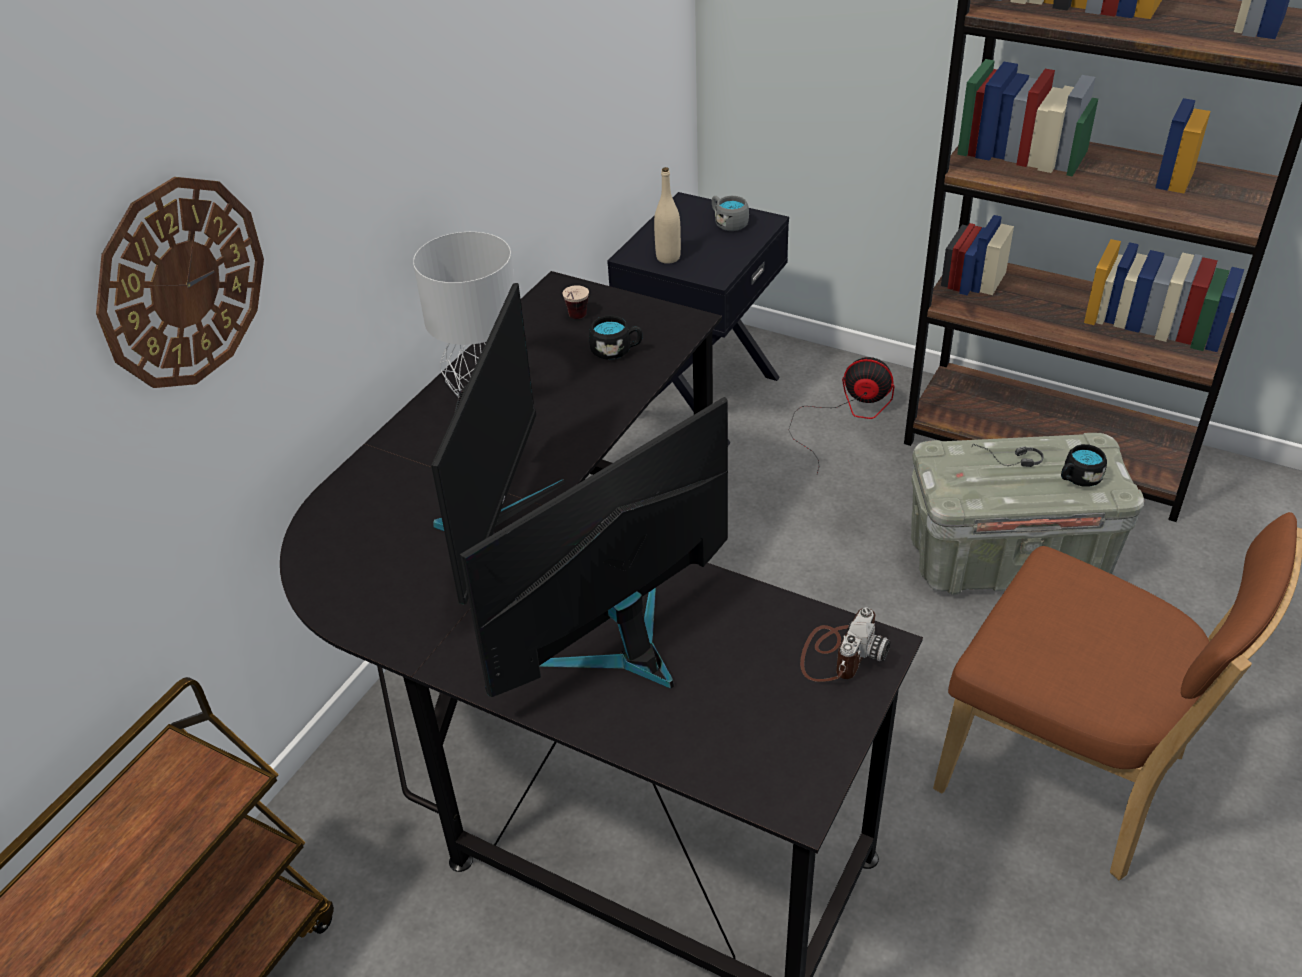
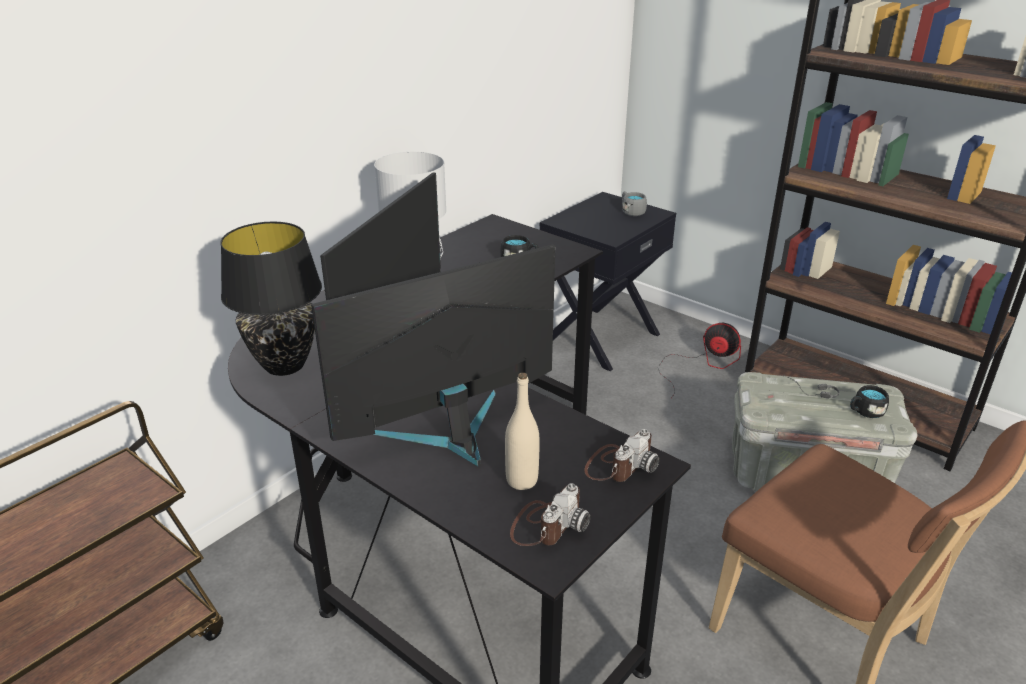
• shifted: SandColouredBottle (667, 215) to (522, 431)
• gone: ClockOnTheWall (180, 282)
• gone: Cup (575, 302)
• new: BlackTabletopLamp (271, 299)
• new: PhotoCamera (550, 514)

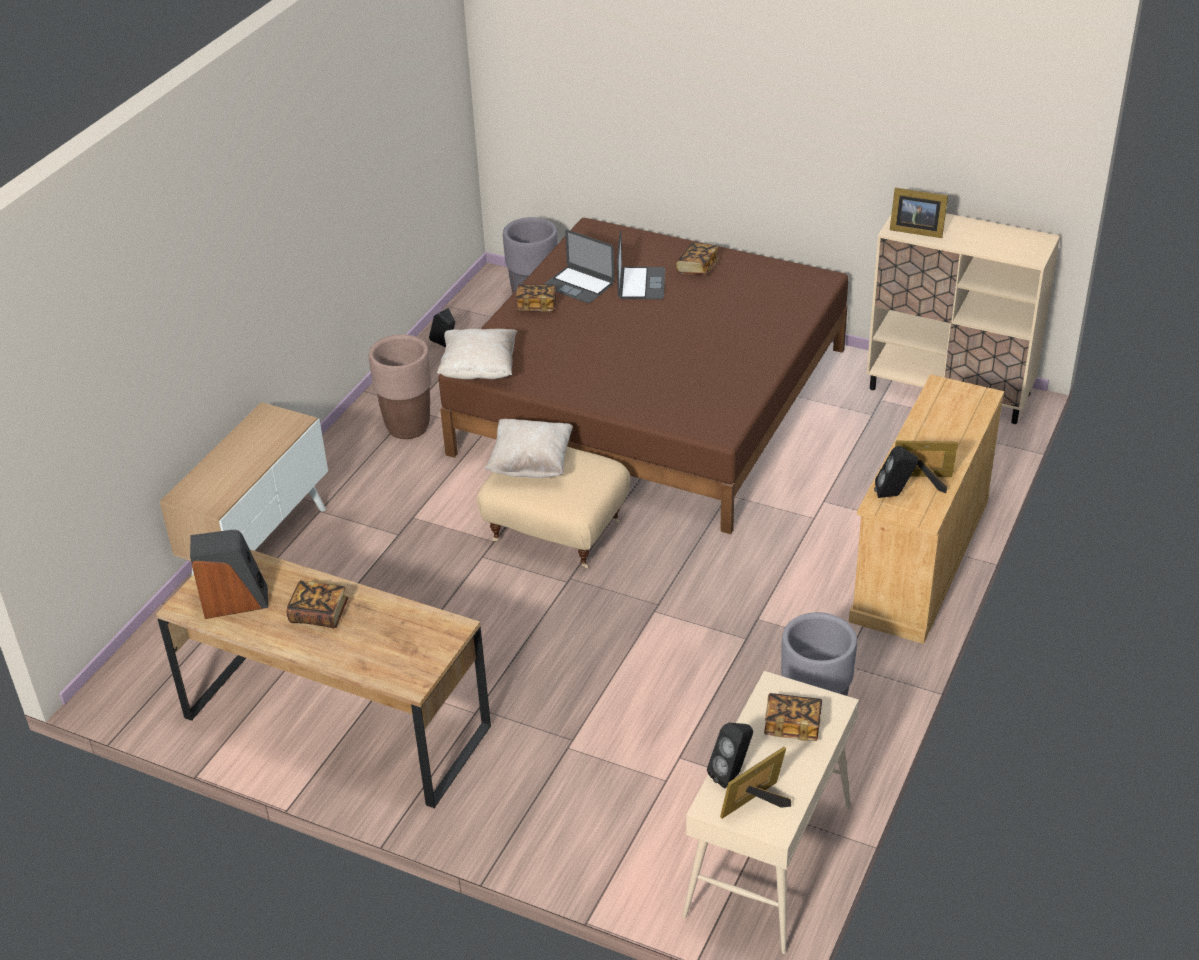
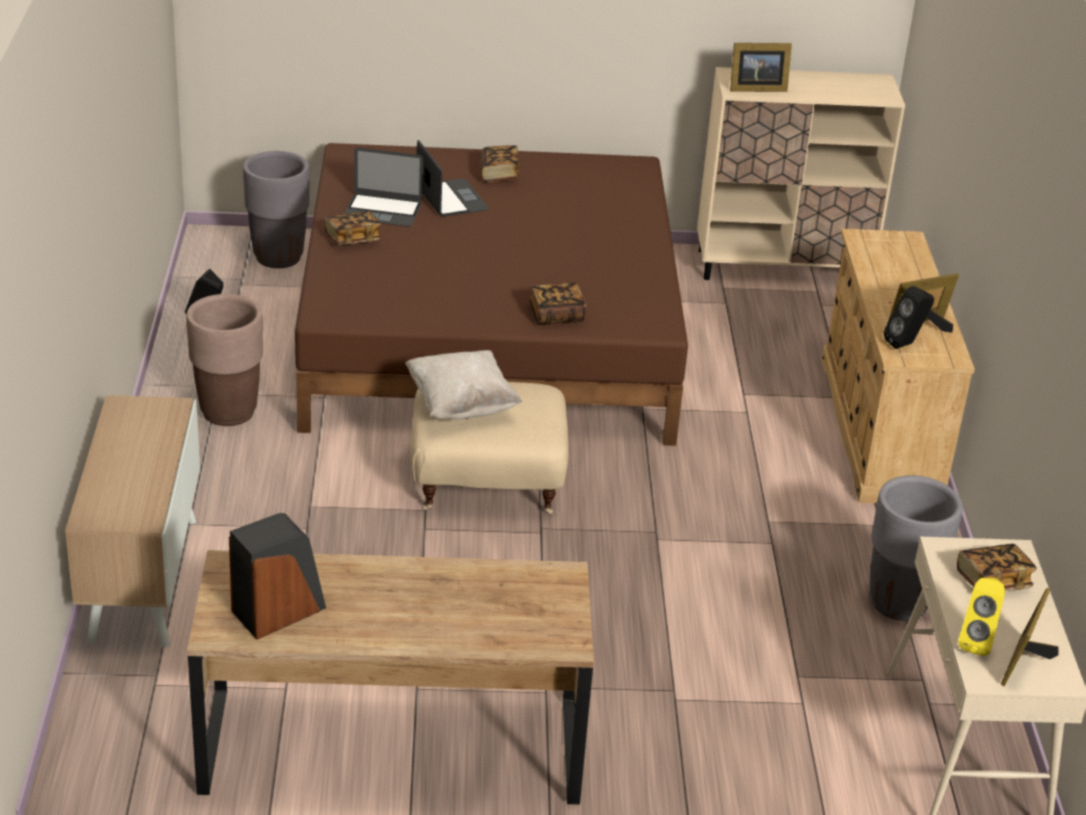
• gone: SandColouredCushion (477, 354)
• shifted: Volume (317, 604) to (557, 304)
• repainted: BlackAudioSpeaker (730, 755) to YellowColouredAudioSpeaker (981, 616)

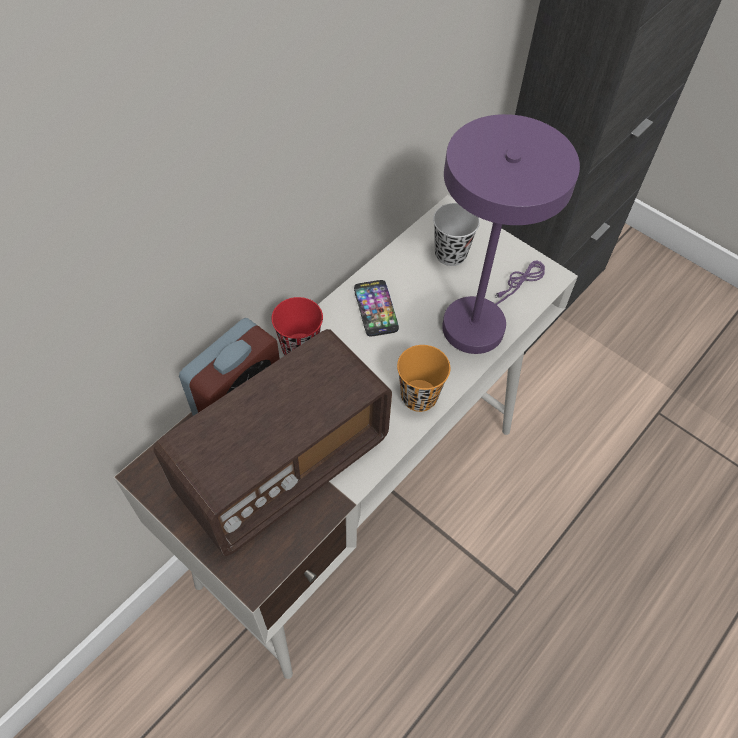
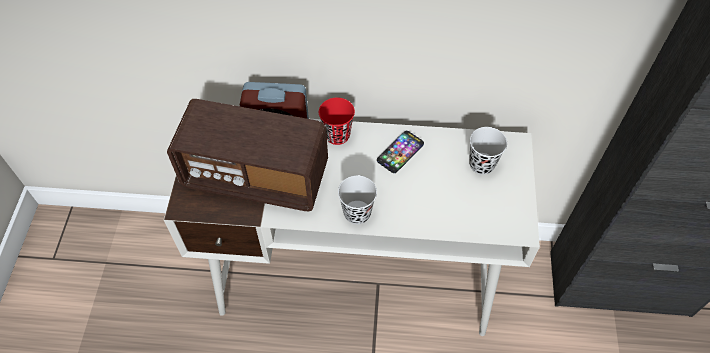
• gone: PurplishTabletopLamp (511, 234)
• repainted: OrangeyCup (423, 378) to BlackCup (357, 199)

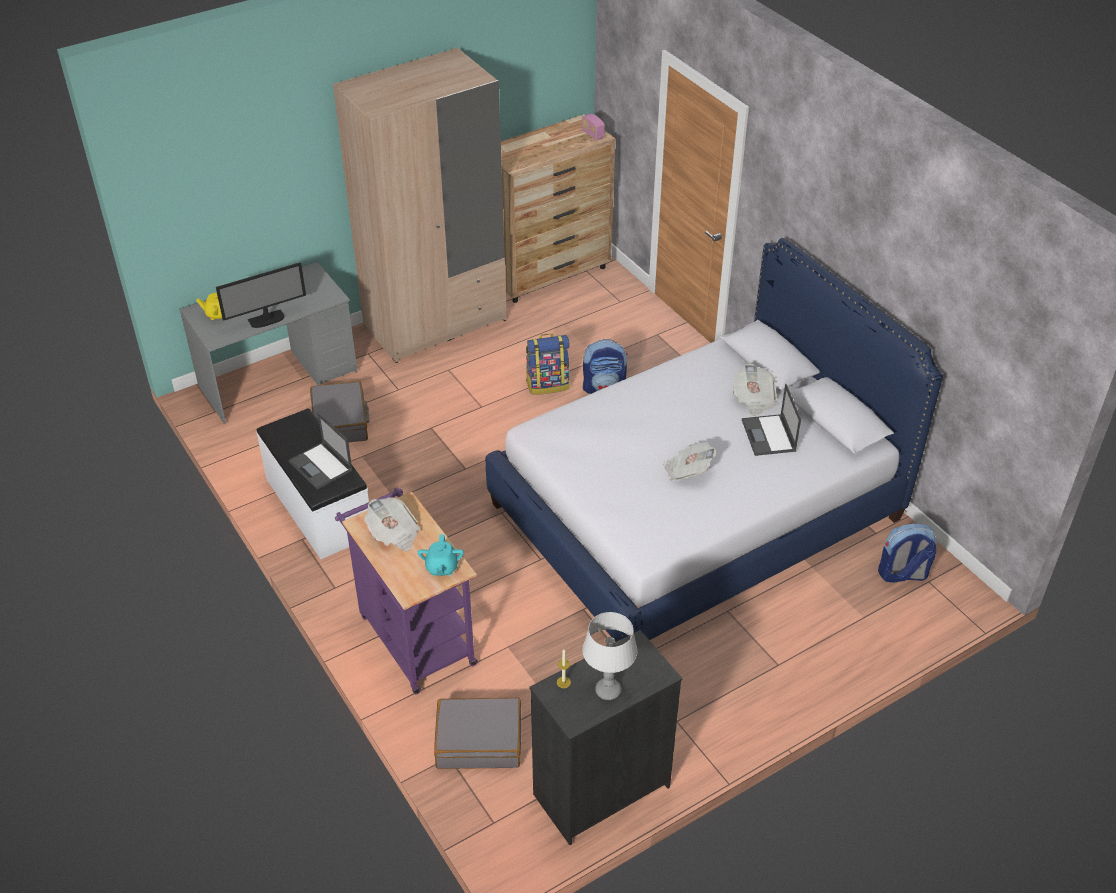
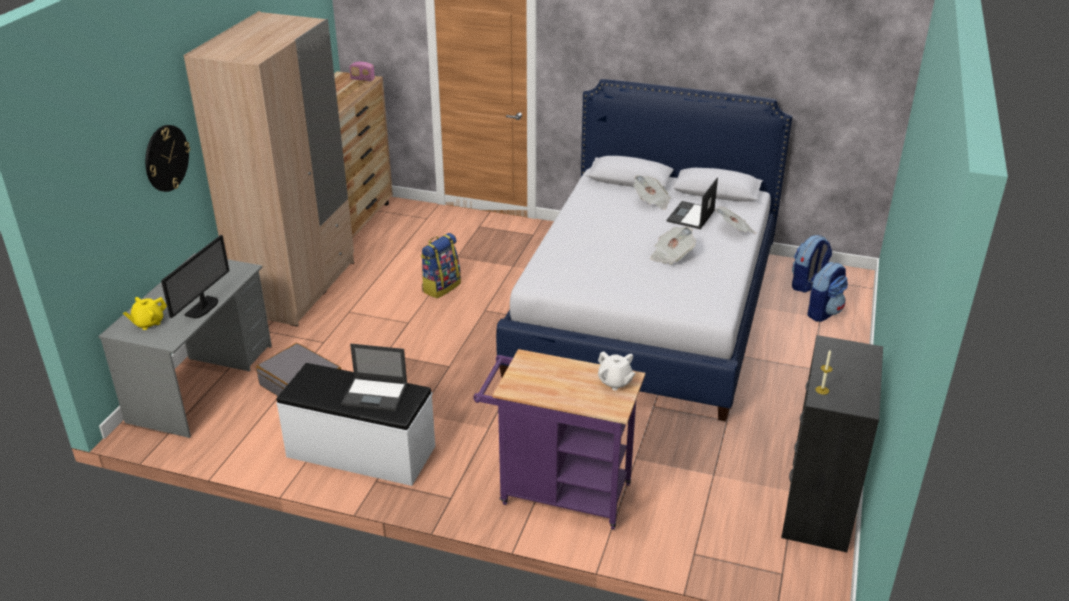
• shifted: Backpack (605, 366) to (827, 292)
• rotated: NotebookComputer (771, 420) = (692, 203) 75 degrees clockwise
• shifted: Newspaper (392, 524) to (735, 220)
• repainted: TurquoiseColouredTeaPot (441, 555) to WhitishTeaPot (616, 371)
• gone: GrayTabletopLamp (610, 656)
• gone: GraySuitcase (477, 733)
• new: ClockOnTheWall (167, 158)

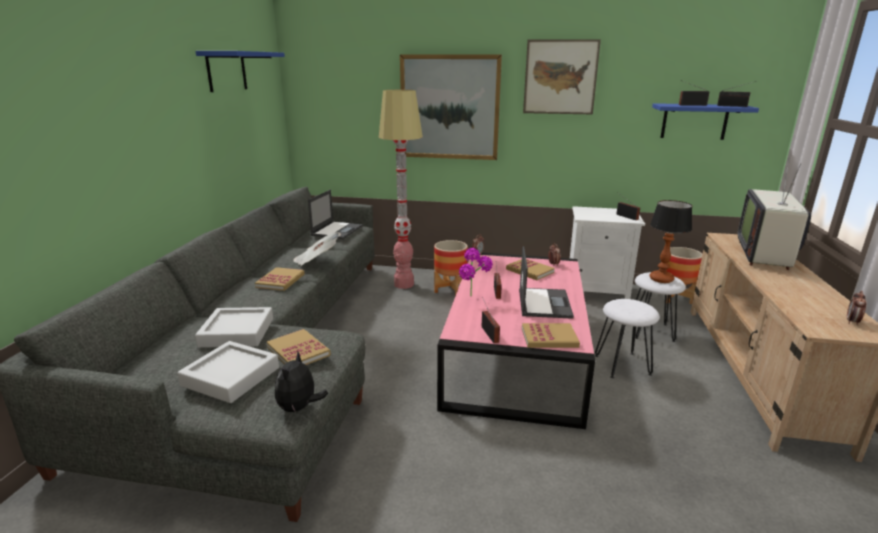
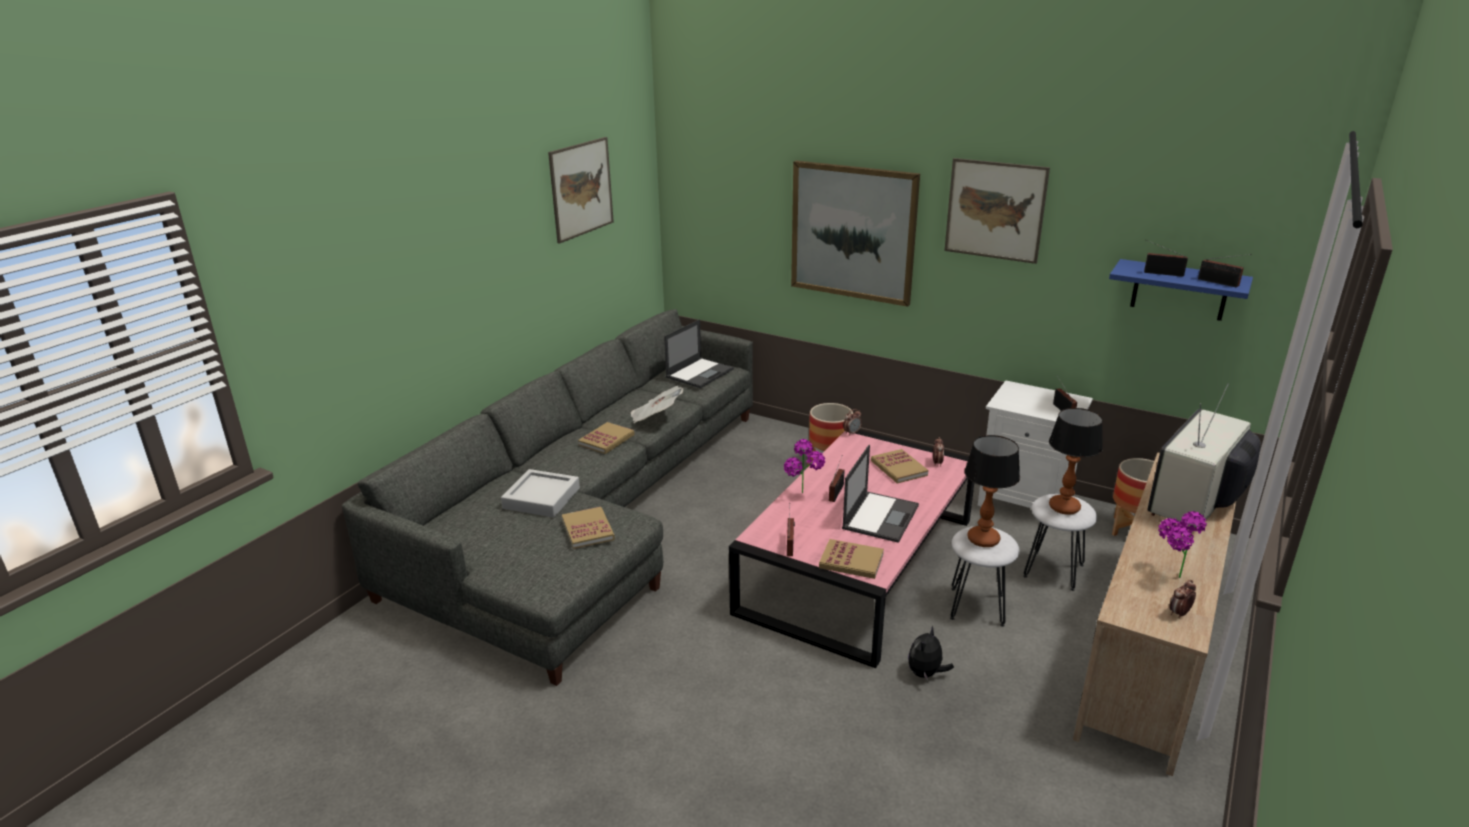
• swapped: BlueShelf (240, 71) to WallPicture (581, 190)
• gone: FloorLamp (401, 189)
• gone: GrayTray (228, 372)
• shifted: PlushToy (301, 382) to (931, 653)
• new: TabletopLamp (992, 491)
• new: PottedPlant (1182, 544)

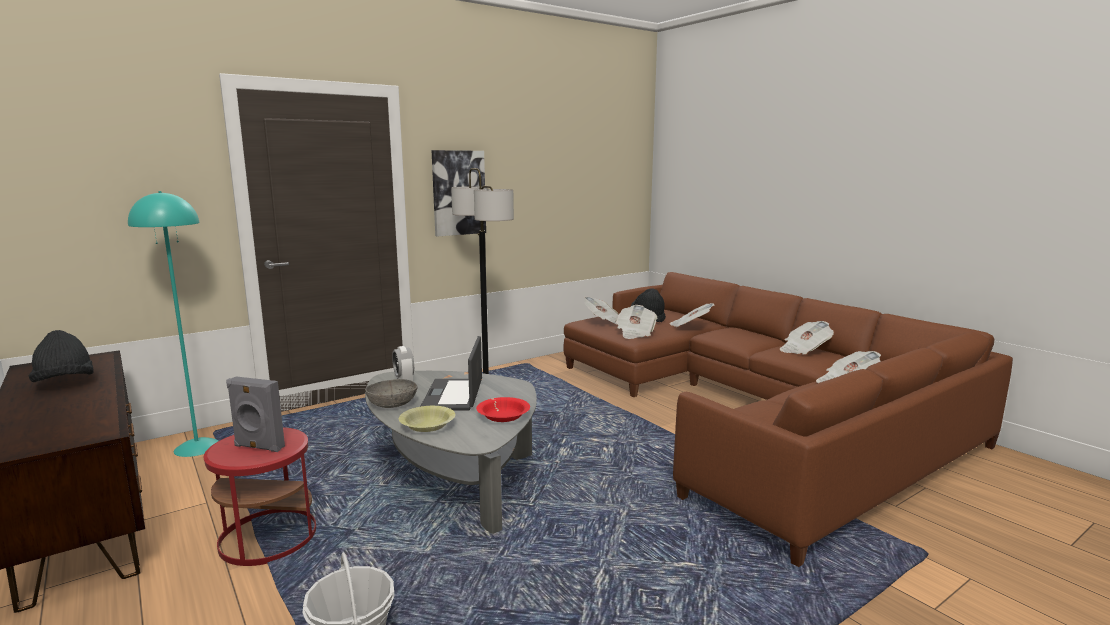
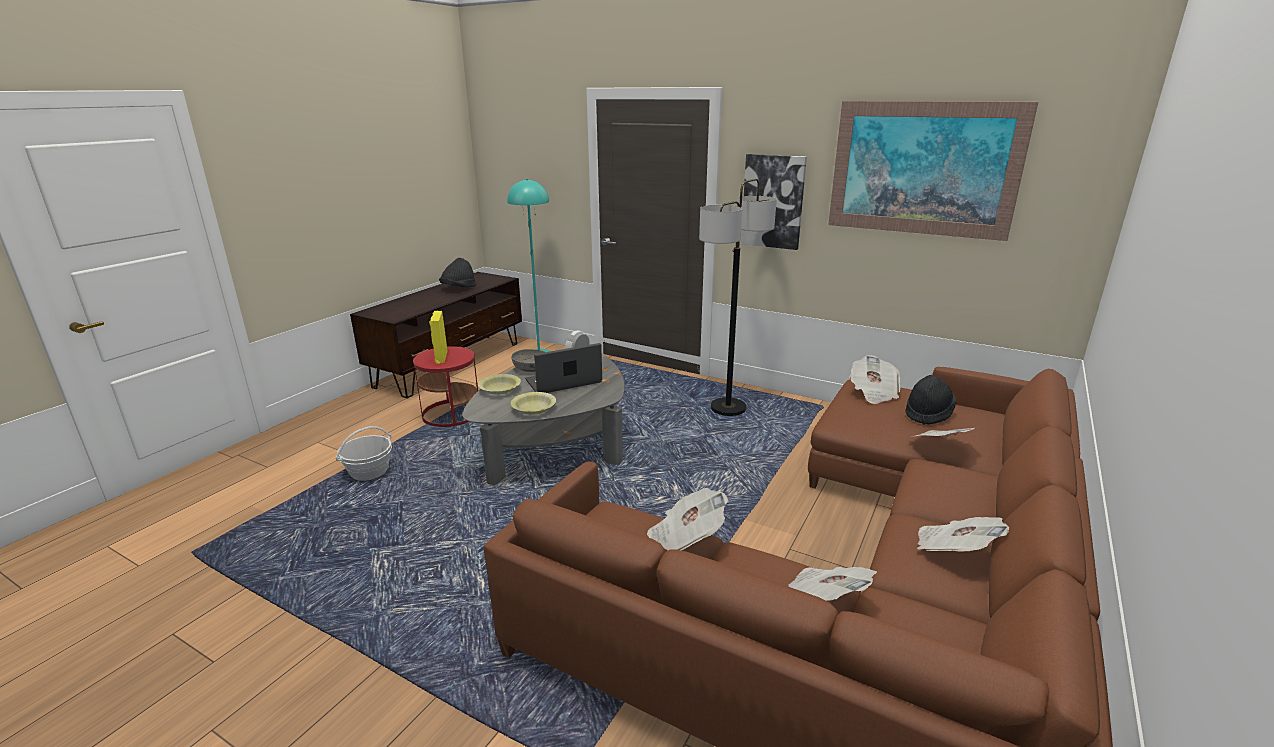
• shifted: Newspaper (636, 322) to (688, 519)
• repainted: GrayAudioSpeaker (255, 414) to YellowColouredAudioSpeaker (438, 337)
• repainted: RedColouredServingBowl (503, 409) to YellowColouredServingBowl (533, 403)
• new: WallPicture (933, 171)

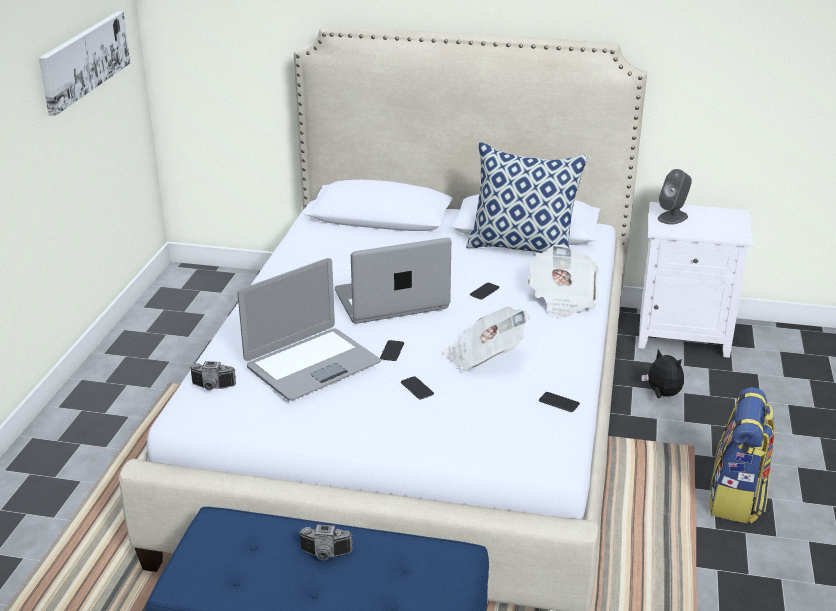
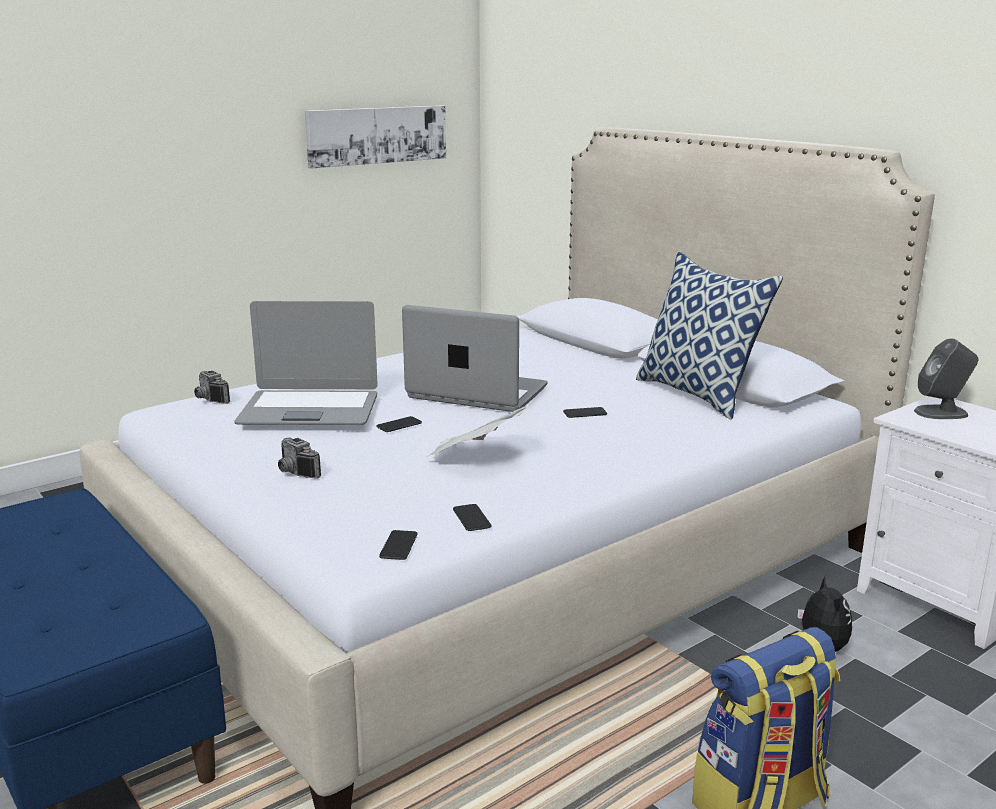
• gone: Newspaper (563, 281)
• shifted: Phone (417, 387) to (398, 545)
• shifted: PhotoCamera (326, 542) to (299, 458)

